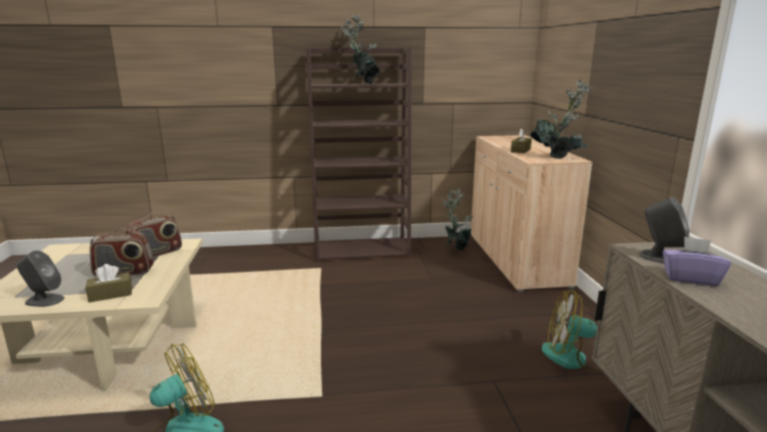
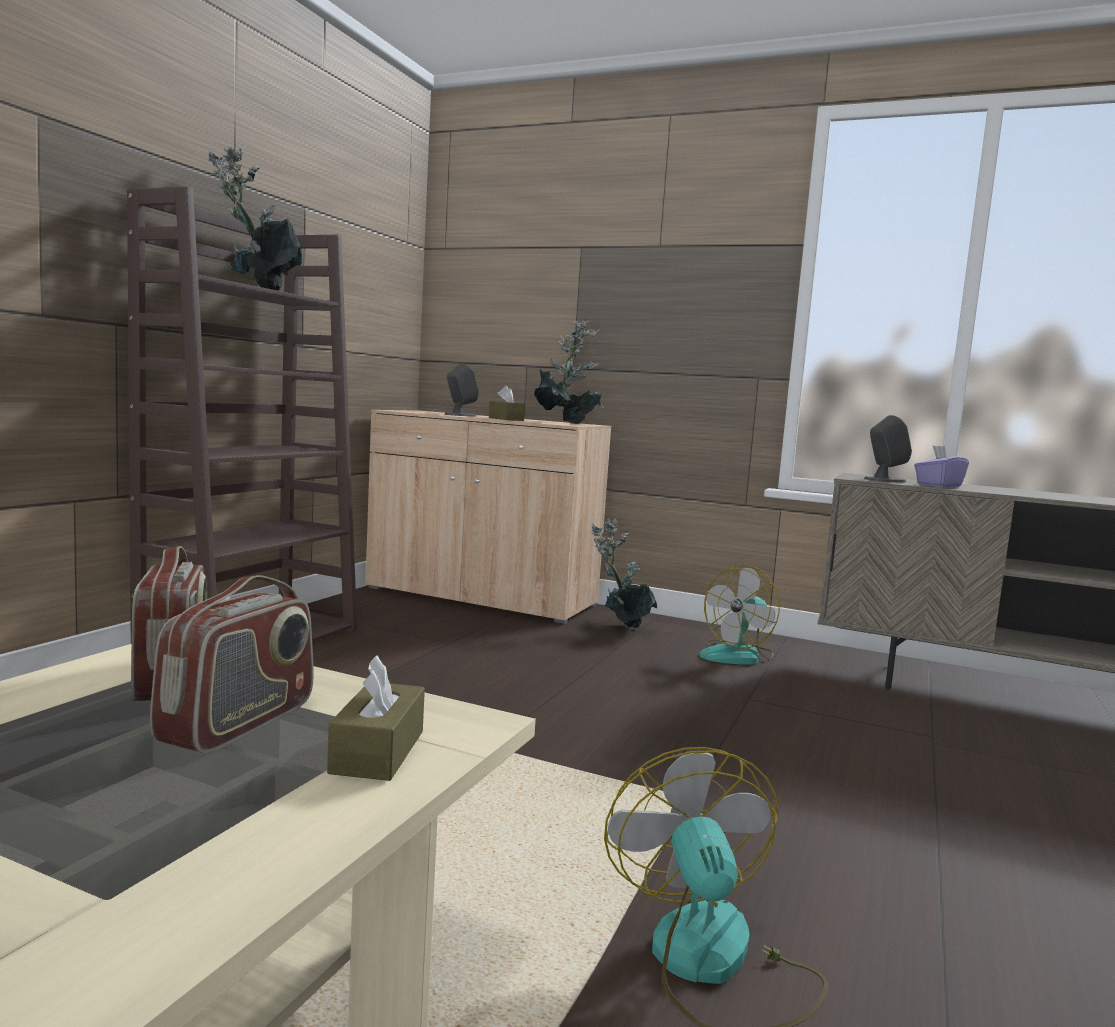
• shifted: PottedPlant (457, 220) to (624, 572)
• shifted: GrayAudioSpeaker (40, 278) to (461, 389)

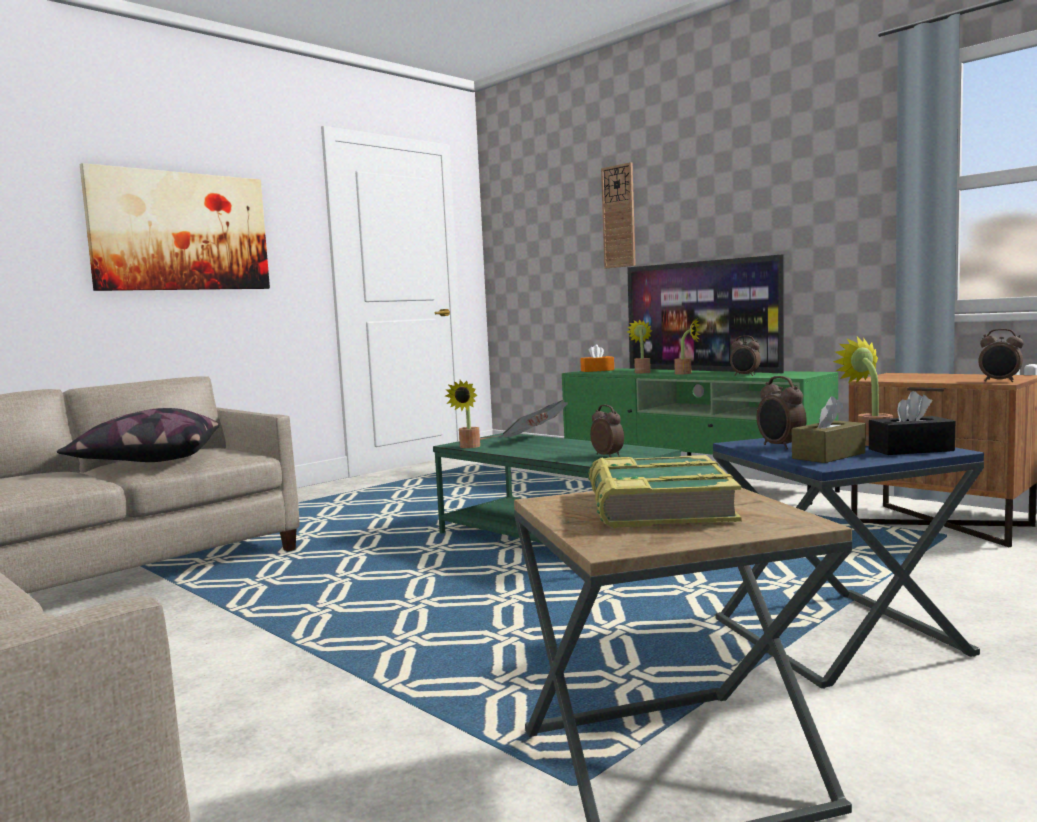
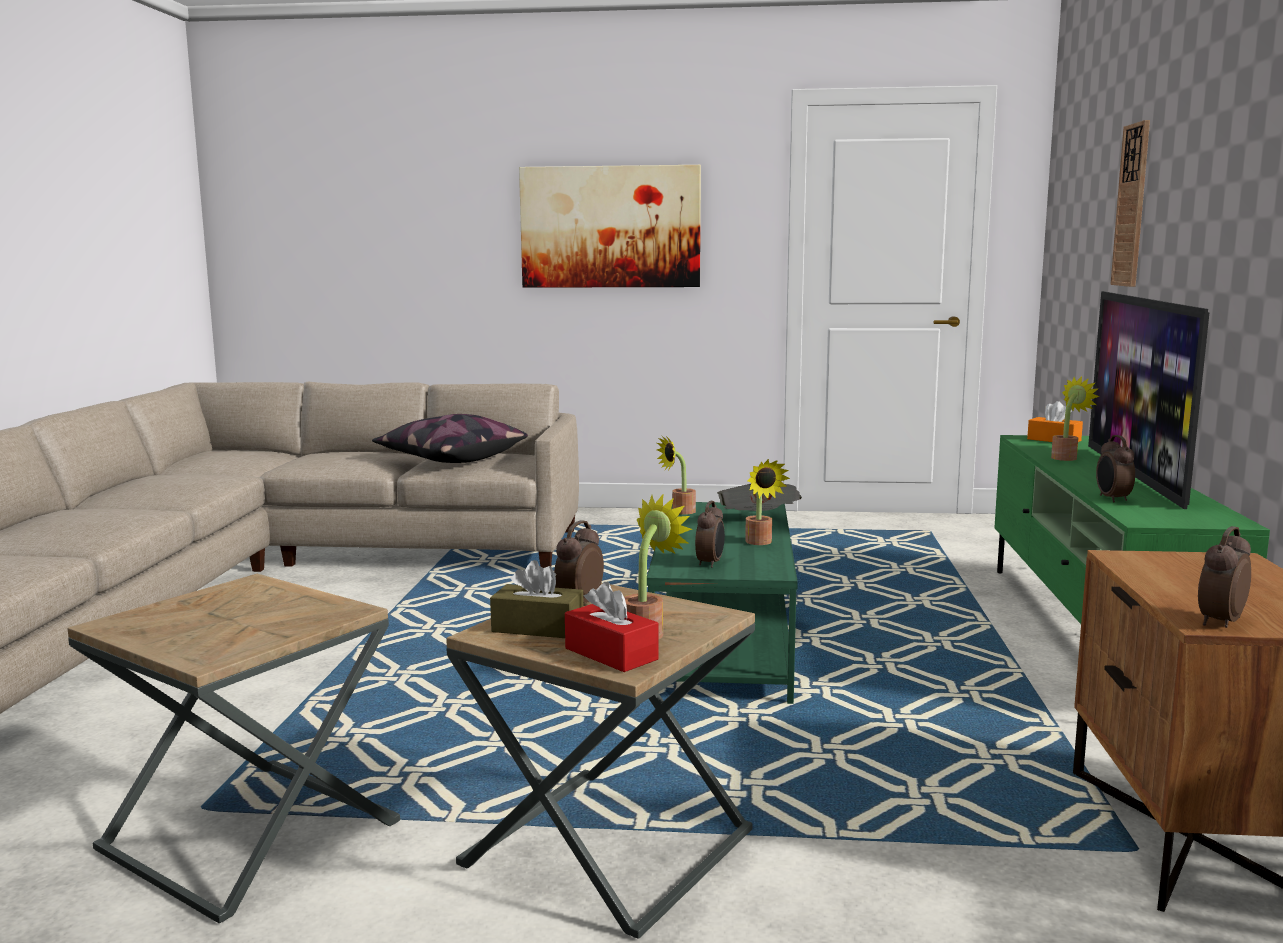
• shifted: PottedPlant (687, 346) to (767, 502)
• rotated: TableClock (1001, 355) = (1224, 577) 45 degrees clockwise
• repainted: BlackBoxOfTissues (912, 423) to RedColouredBoxOfTissues (612, 627)
• repainted: BlueAccentTable (848, 563) to BrownAccentTable (600, 761)
• gone: Volume (664, 491)

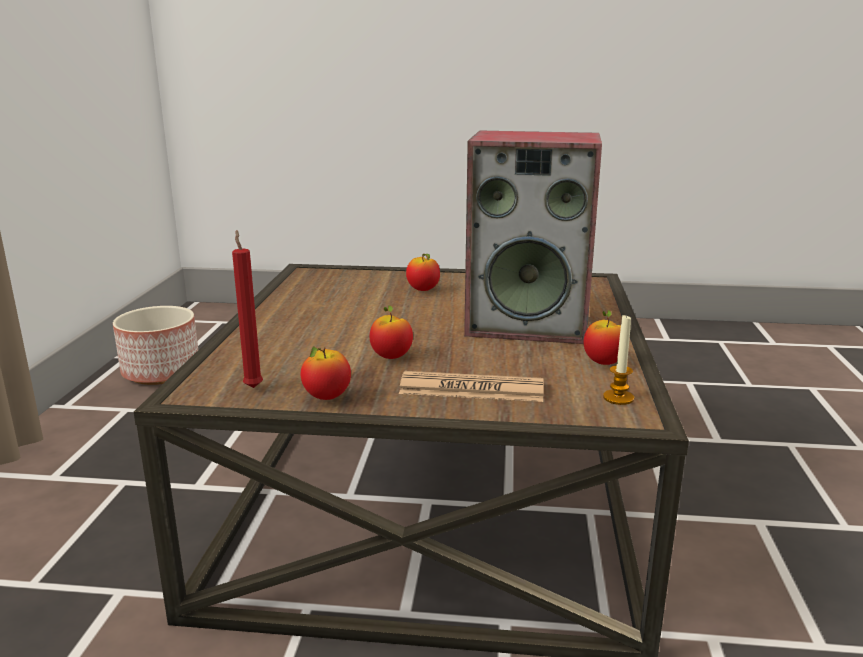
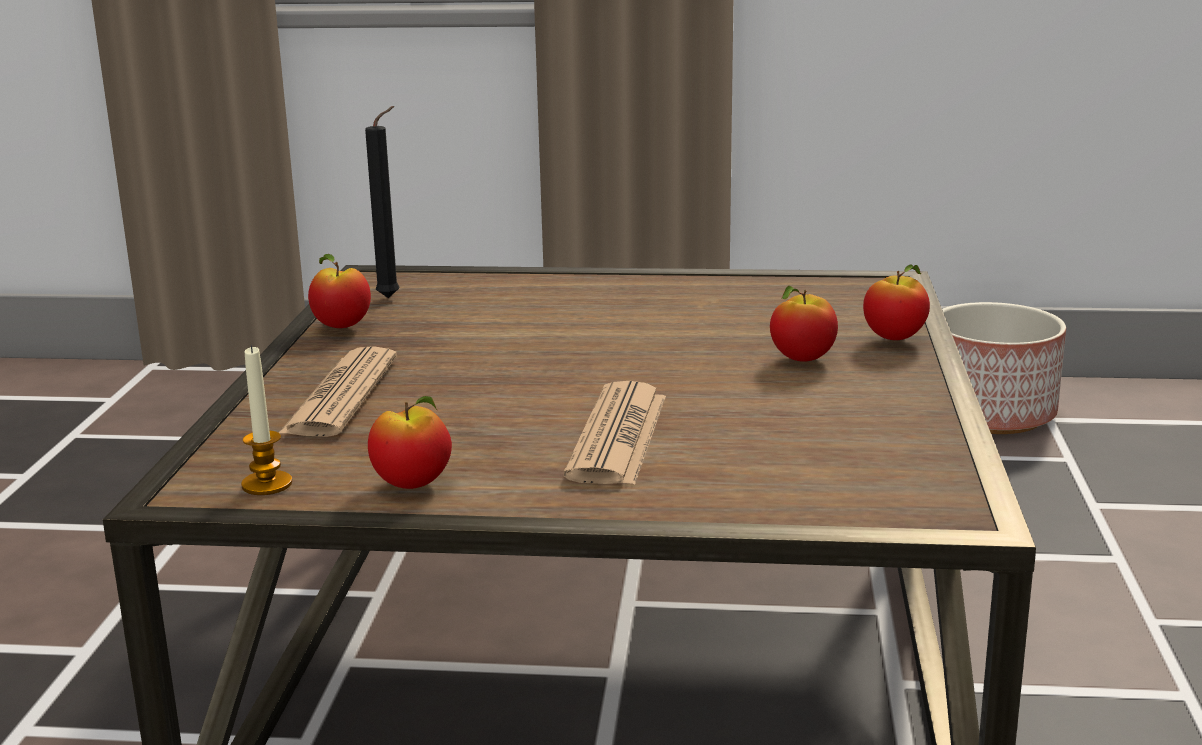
• swapped: AudioSpeaker (533, 237) to Newspaper (615, 433)
• repainted: RedColouredWaxLight (247, 309) to BlackWaxLight (382, 202)
• shifted: AppleFruit (391, 332) to (896, 302)

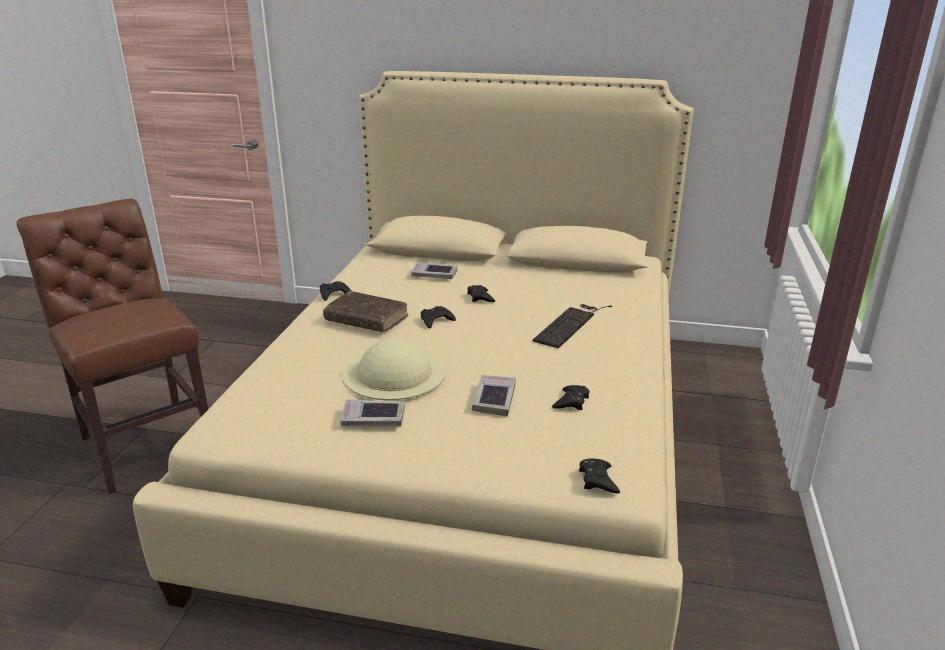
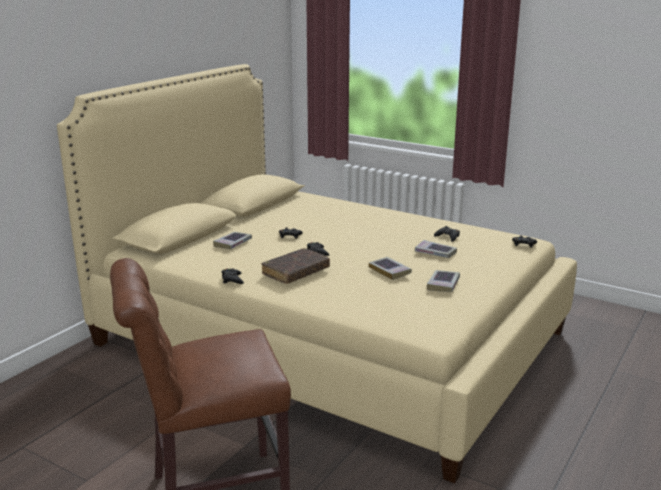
• gone: PcKeyboard (572, 326)
• swapped: SandColouredHat (394, 369) to Volume (390, 268)

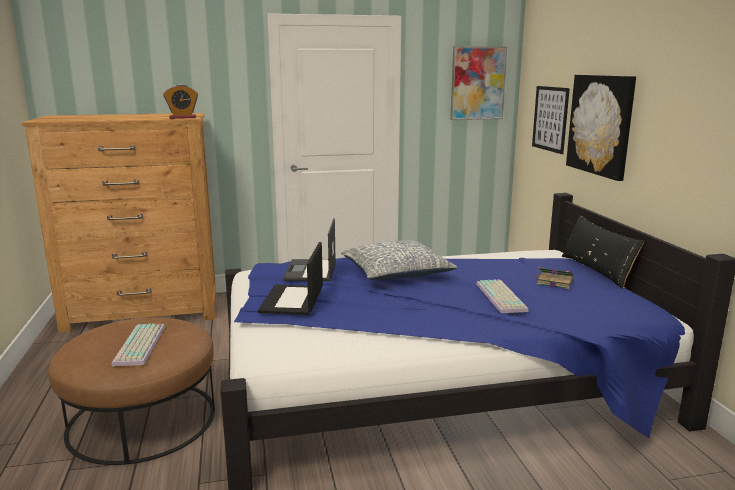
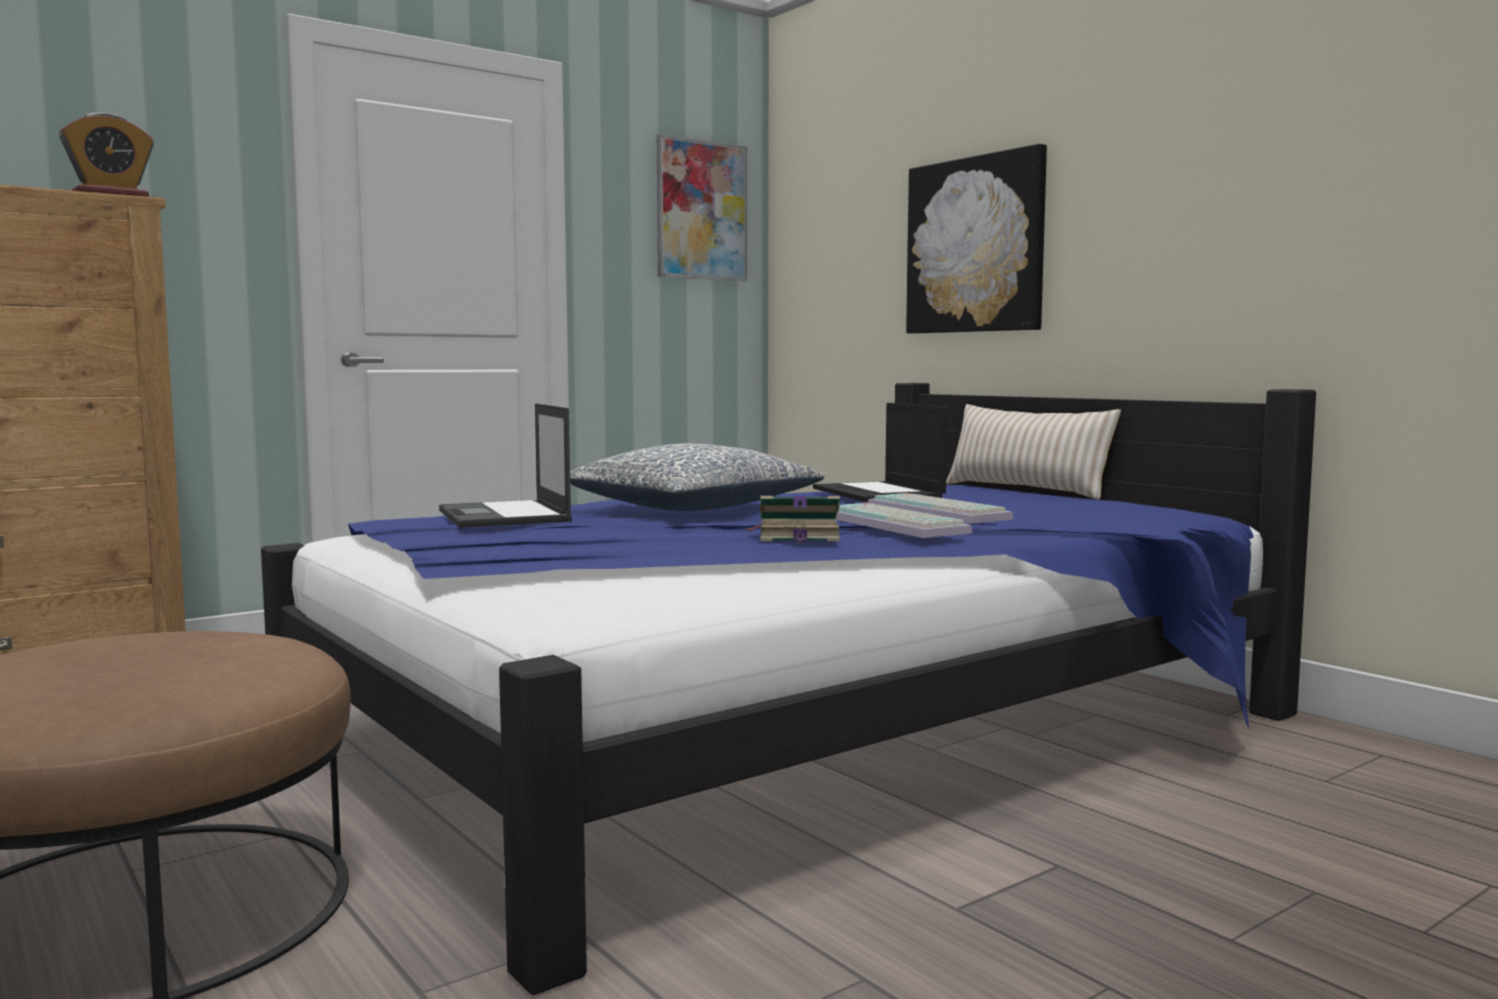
• gone: WallPicture (551, 120)
• repainted: BlackCushion (603, 252) to SandColouredCushion (1033, 452)
• shifted: NotebookComputer (290, 278) to (880, 452)
• shifted: Volume (553, 278) to (792, 518)
• shifted: PcKeyboard (138, 344) to (904, 520)

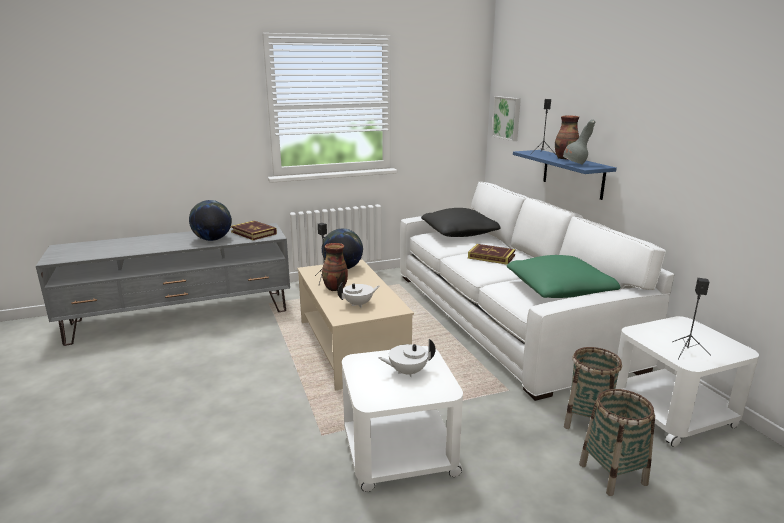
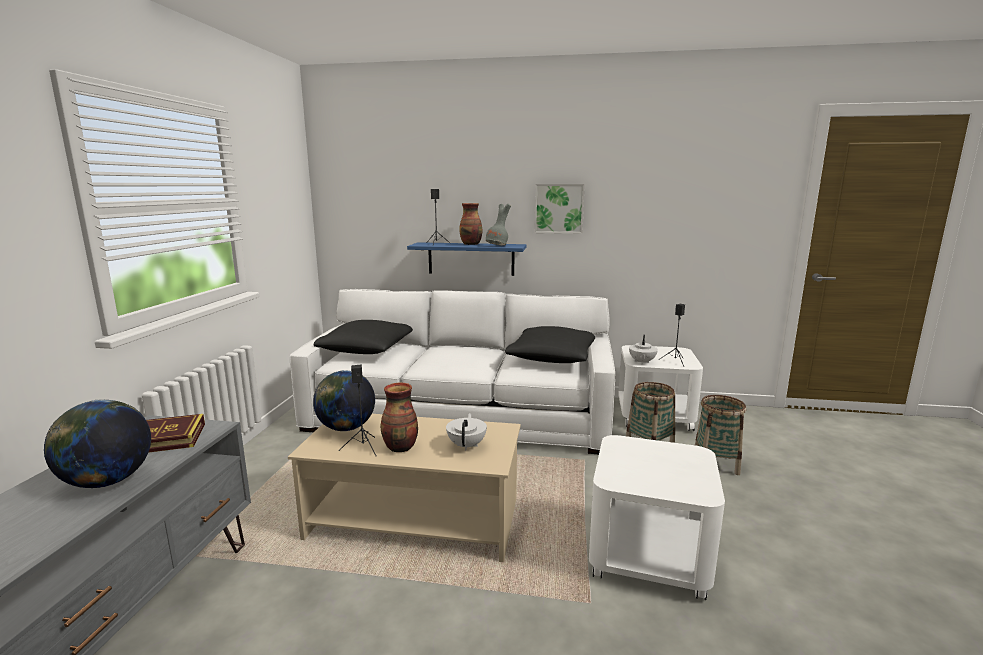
• shifted: WallPicture (506, 118) to (559, 209)
• gone: Volume (492, 254)
• repainted: GreenishCushion (563, 276) to BlackCushion (550, 344)
• shifted: WhitishTeaPot (407, 358) to (643, 349)

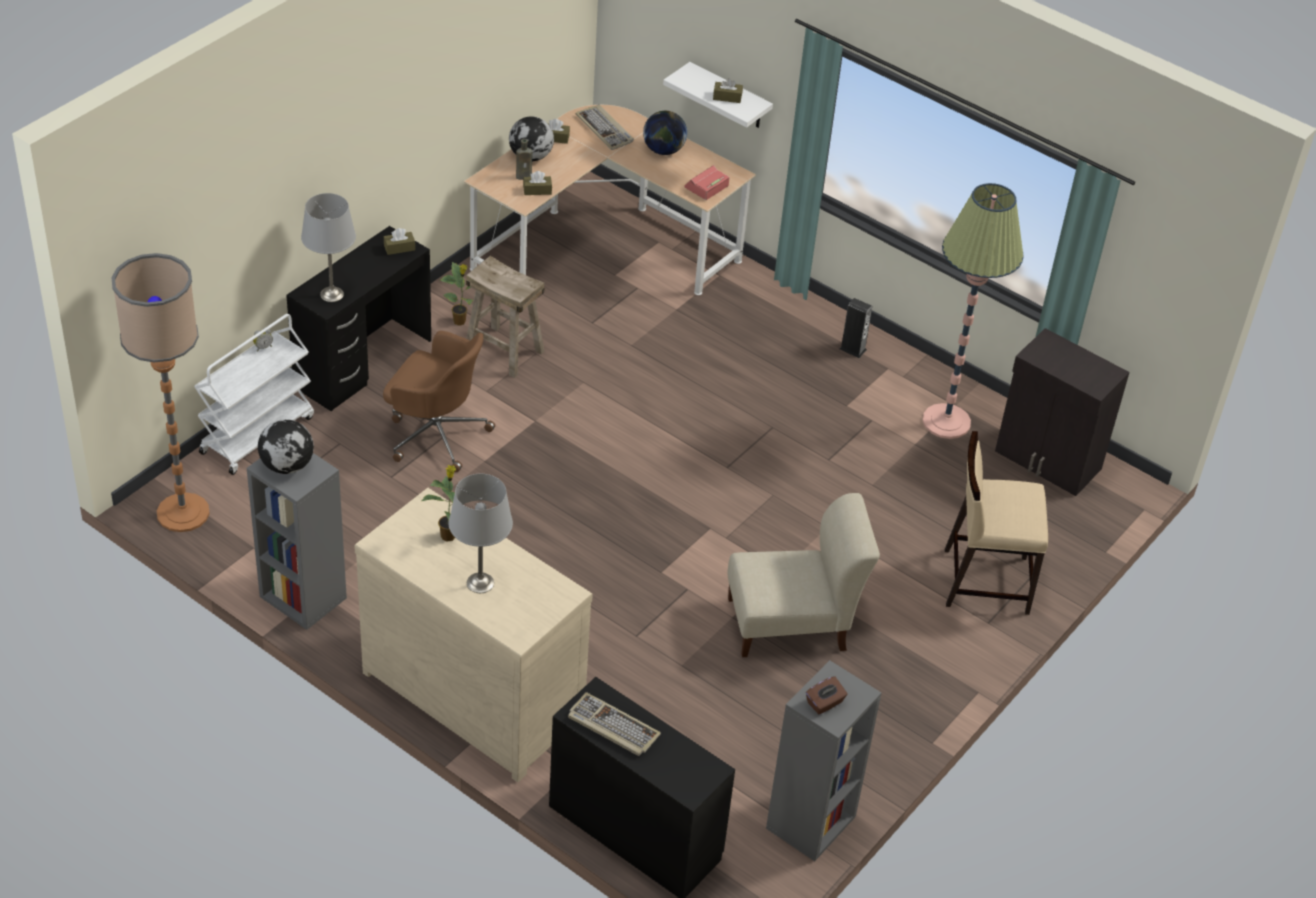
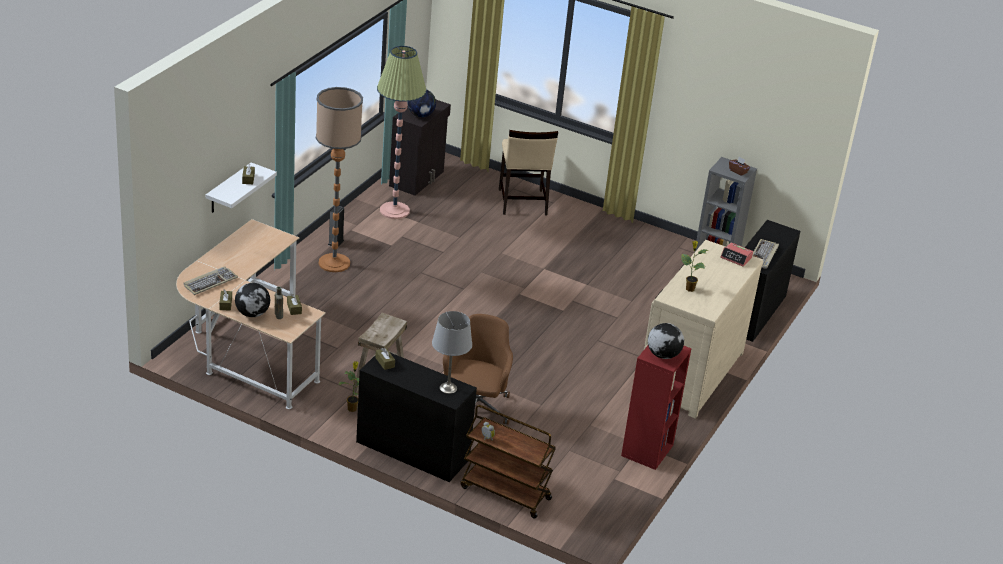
• shifted: DeskGlobe (665, 133) to (422, 103)
• shifted: TableClock (706, 182) to (736, 255)
• shifted: FloorLamp (161, 392) to (339, 179)
• repainted: WhitishCart (254, 394) to BrownCart (508, 462)
• repainted: GrayShelvingUnit (297, 541) to RedColouredShelvingUnit (656, 408)
• gone: GrayTabletopLamp (481, 533)
• gone: SandColouredPlainChair (803, 575)

